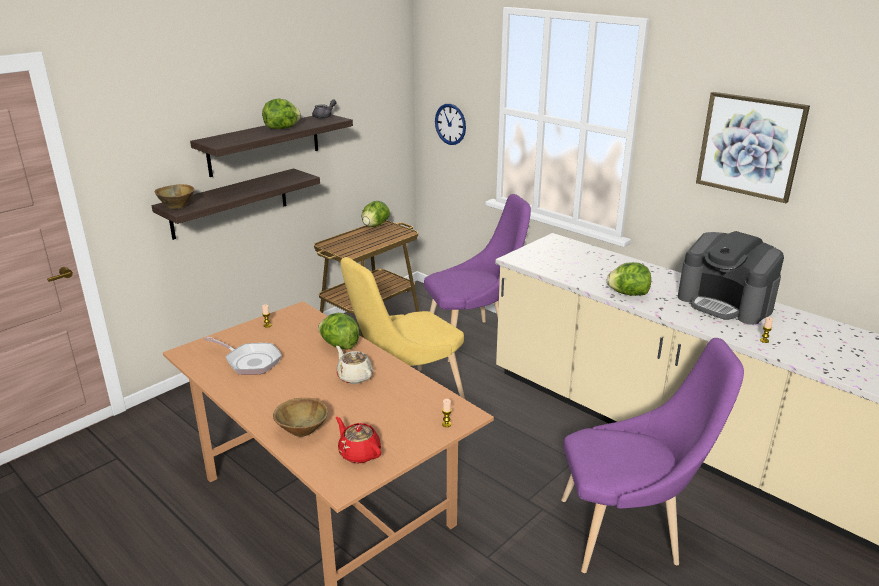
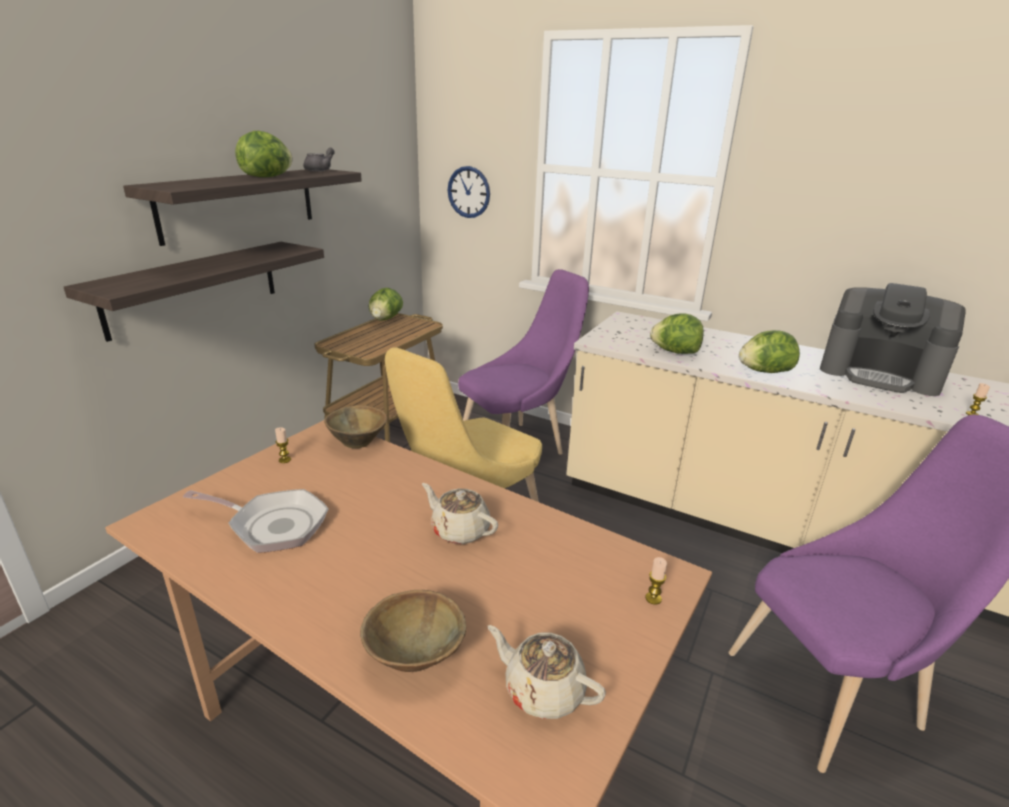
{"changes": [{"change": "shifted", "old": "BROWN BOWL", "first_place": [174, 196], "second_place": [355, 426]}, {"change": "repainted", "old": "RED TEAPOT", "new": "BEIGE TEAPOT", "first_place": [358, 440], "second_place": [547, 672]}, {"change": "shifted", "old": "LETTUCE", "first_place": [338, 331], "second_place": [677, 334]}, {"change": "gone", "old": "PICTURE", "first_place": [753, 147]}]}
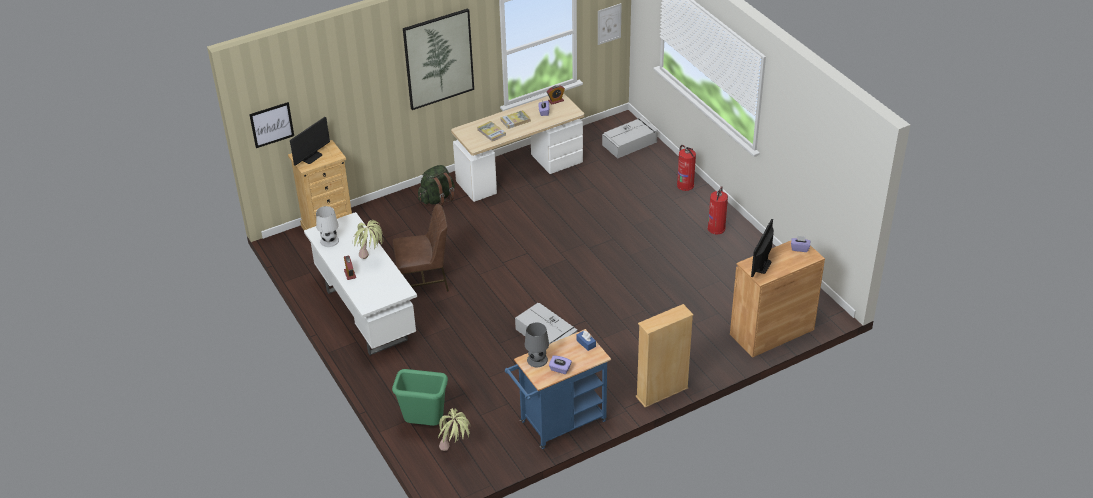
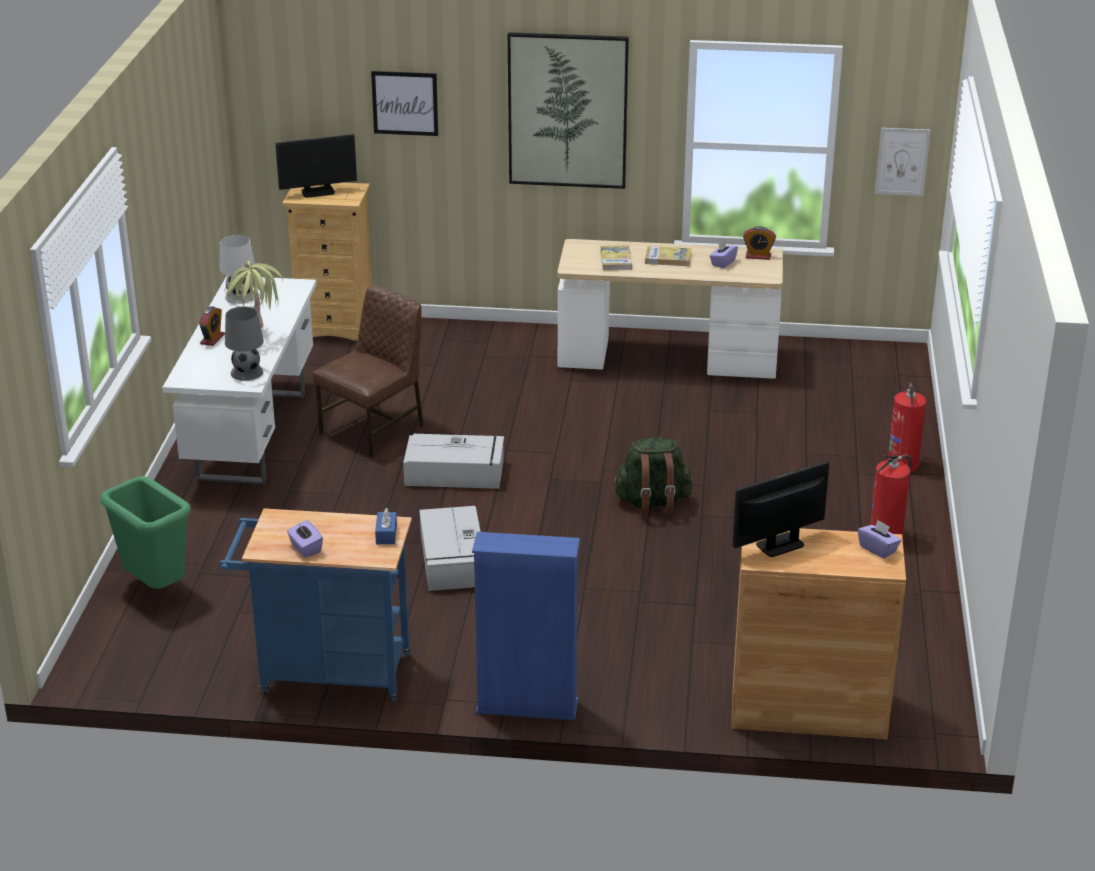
{"changes": [{"change": "shifted", "old": "GREY TABLE LAMP", "first_place": [537, 345], "second_place": [244, 344]}, {"change": "rotated", "old": "BROWN CHAIR", "first_place": [421, 248], "second_place": [368, 371], "degrees": -75}, {"change": "shifted", "old": "PICTURE", "first_place": [271, 125], "second_place": [404, 103]}, {"change": "shifted", "old": "GREY STORAGE BOX", "first_place": [630, 138], "second_place": [453, 461]}, {"change": "repainted", "old": "BEIGE BOOKCASE", "new": "BLUE BOOKCASE", "first_place": [665, 355], "second_place": [526, 626]}, {"change": "shifted", "old": "GREEN BACKPACK", "first_place": [436, 185], "second_place": [652, 476]}, {"change": "gone", "old": "POTTED PLANT", "first_place": [454, 429]}]}
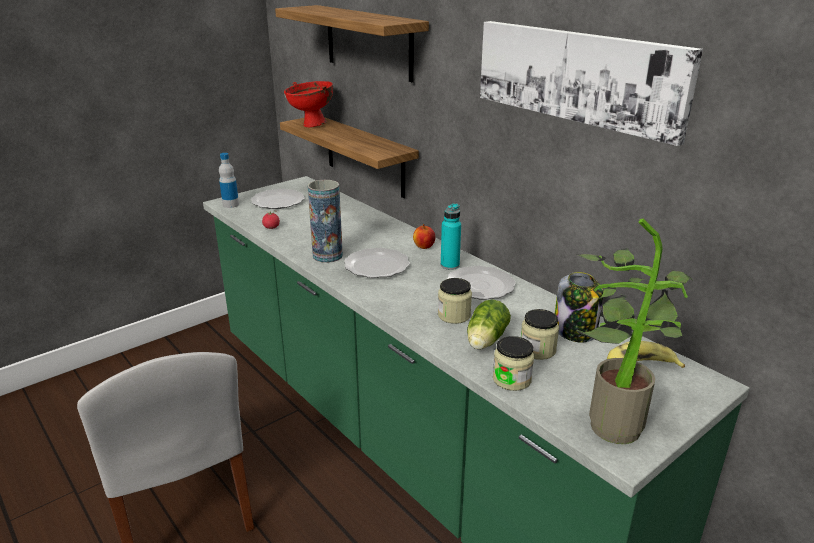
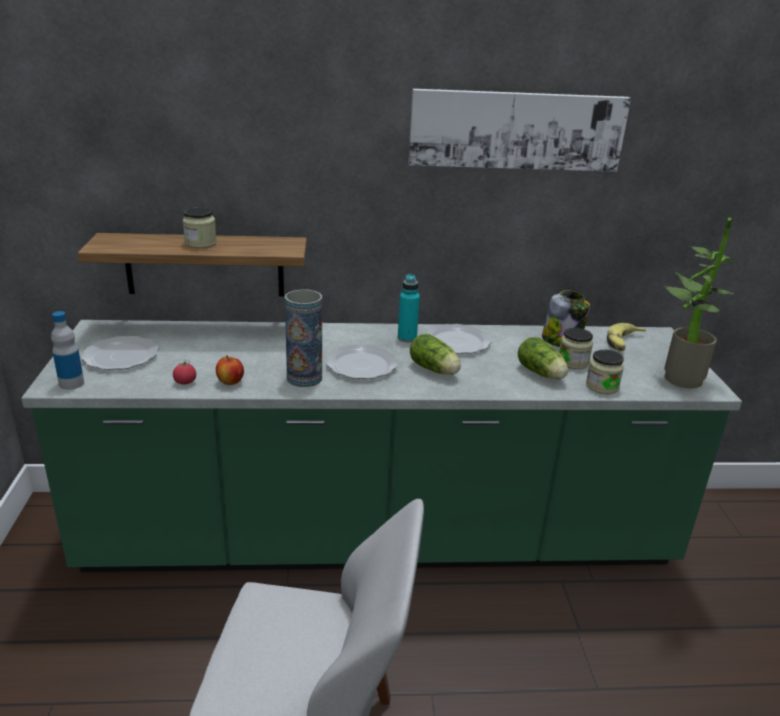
{"changes": [{"change": "shifted", "old": "JAR", "first_place": [455, 301], "second_place": [200, 227]}, {"change": "shifted", "old": "APPLE", "first_place": [424, 236], "second_place": [230, 370]}, {"change": "new", "new": "LETTUCE", "second_place": [435, 354]}, {"change": "gone", "old": "SHELF", "first_place": [352, 43]}, {"change": "gone", "old": "RED BOWL", "first_place": [308, 104]}]}
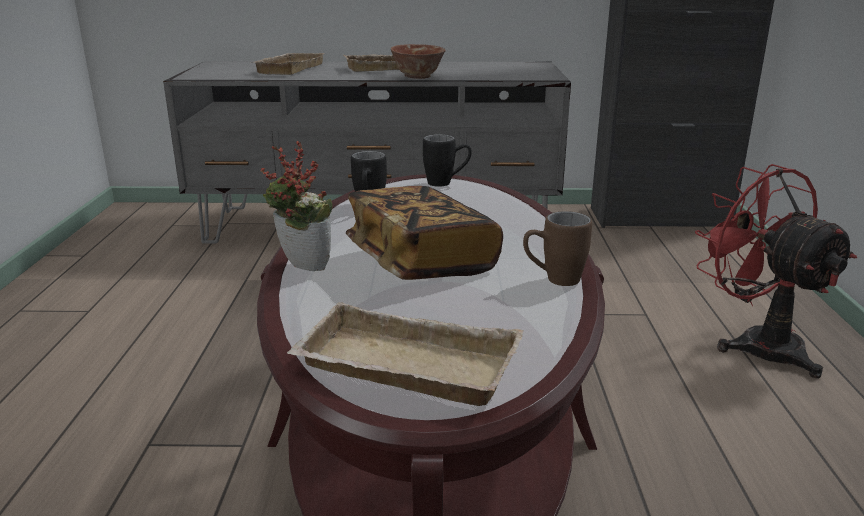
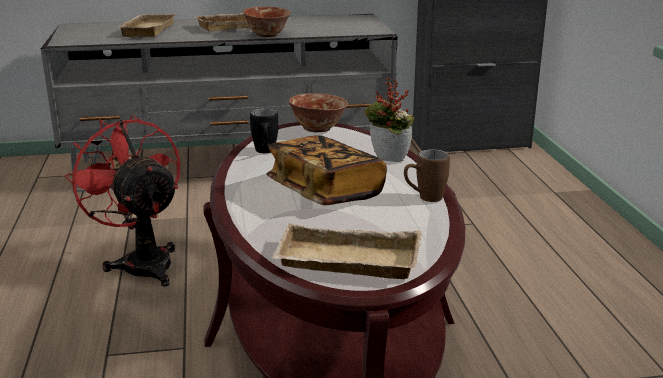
{"changes": [{"change": "shifted", "old": "RED FAN", "first_place": [776, 271], "second_place": [122, 201]}, {"change": "swapped", "old": "BLACK MUG", "new": "BOWL", "first_place": [447, 160], "second_place": [318, 112]}, {"change": "shifted", "old": "POTTED PLANT", "first_place": [296, 206], "second_place": [389, 120]}]}
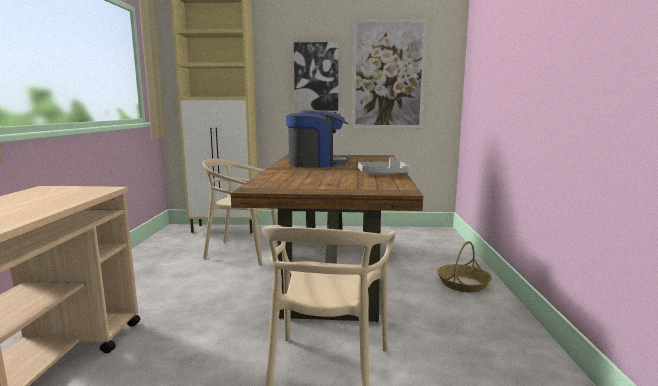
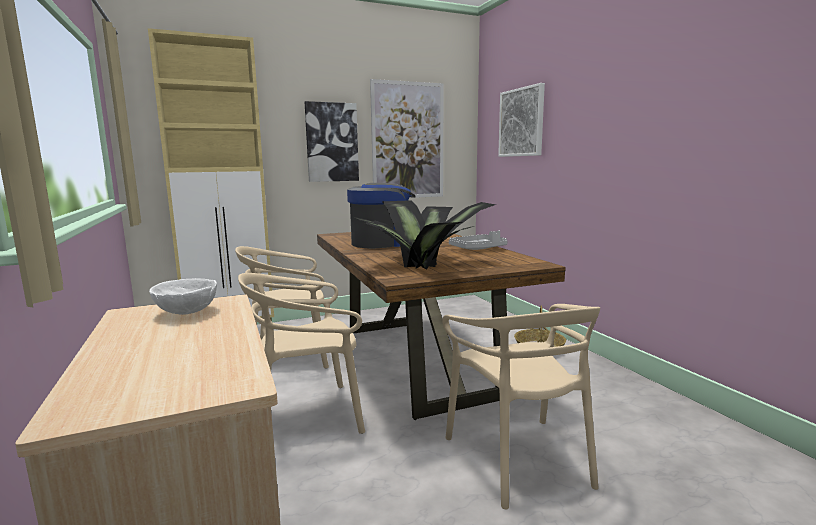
{"changes": [{"change": "new", "new": "WHITE BOWL", "second_place": [183, 296]}, {"change": "new", "new": "BEIGE CHAIR", "second_place": [301, 353]}, {"change": "new", "new": "POTTED PLANT", "second_place": [425, 234]}, {"change": "new", "new": "PICTURE", "second_place": [521, 120]}]}
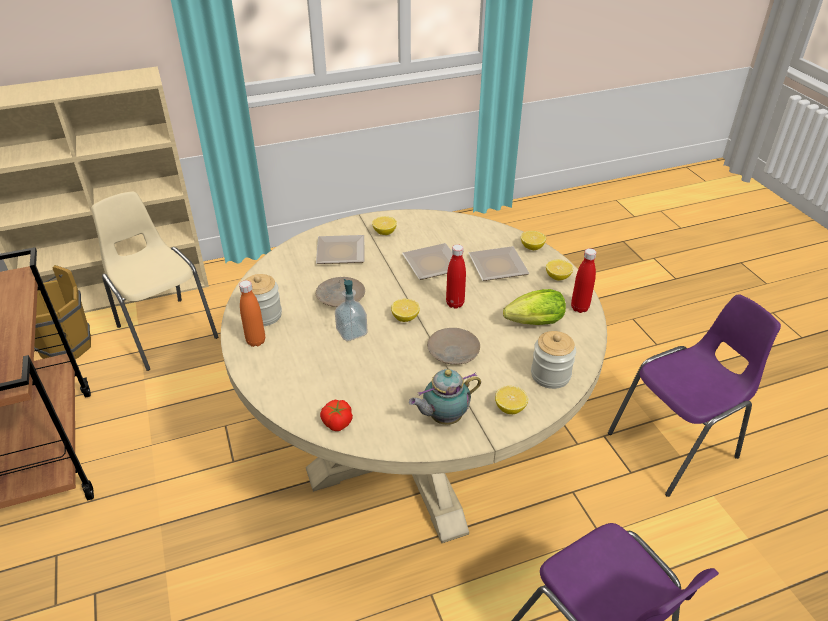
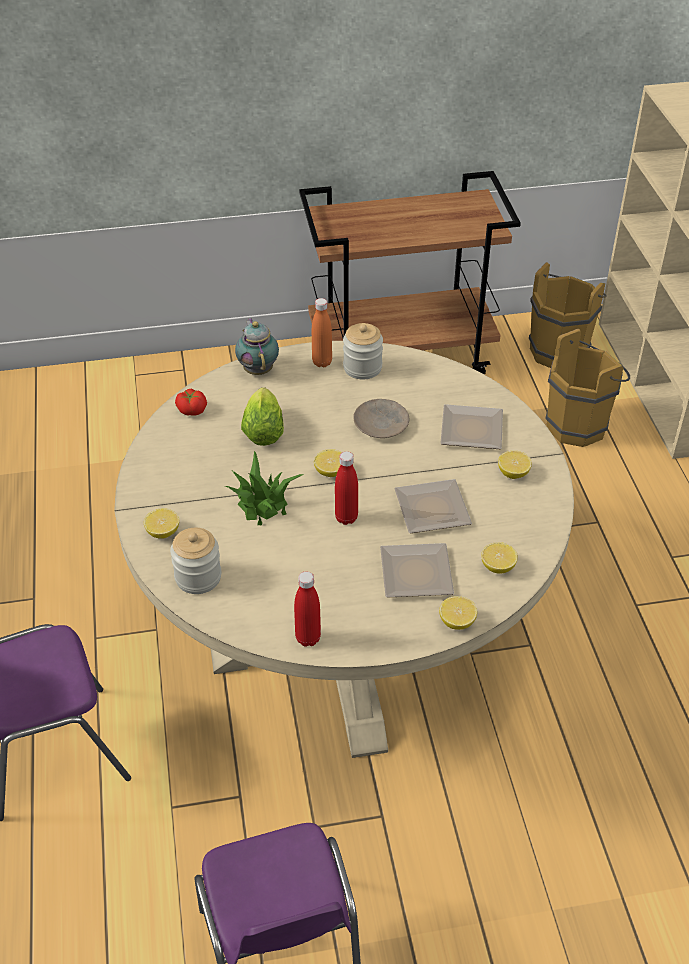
{"changes": [{"change": "swapped", "old": "BEIGE PLATE", "new": "POTTED PLANT", "first_place": [453, 346], "second_place": [264, 488]}, {"change": "shifted", "old": "TEAPOT", "first_place": [445, 397], "second_place": [257, 346]}, {"change": "shifted", "old": "LETTUCE", "first_place": [534, 307], "second_place": [262, 416]}, {"change": "shifted", "old": "LEMON", "first_place": [559, 270], "second_place": [499, 557]}, {"change": "swapped", "old": "BEIGE CHAIR", "new": "BROWN BUCKET", "first_place": [154, 281], "second_place": [587, 388]}, {"change": "gone", "old": "SOAP DISPENSER", "first_place": [351, 310]}]}
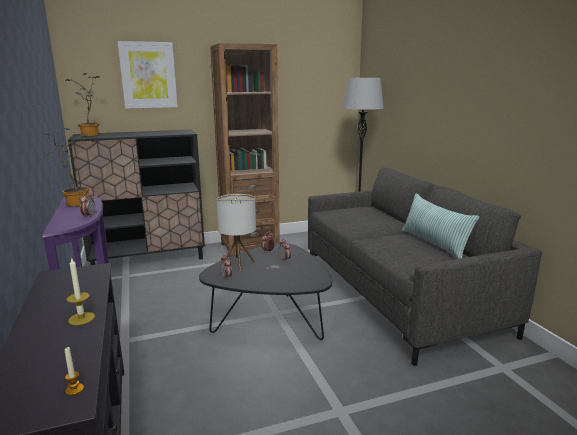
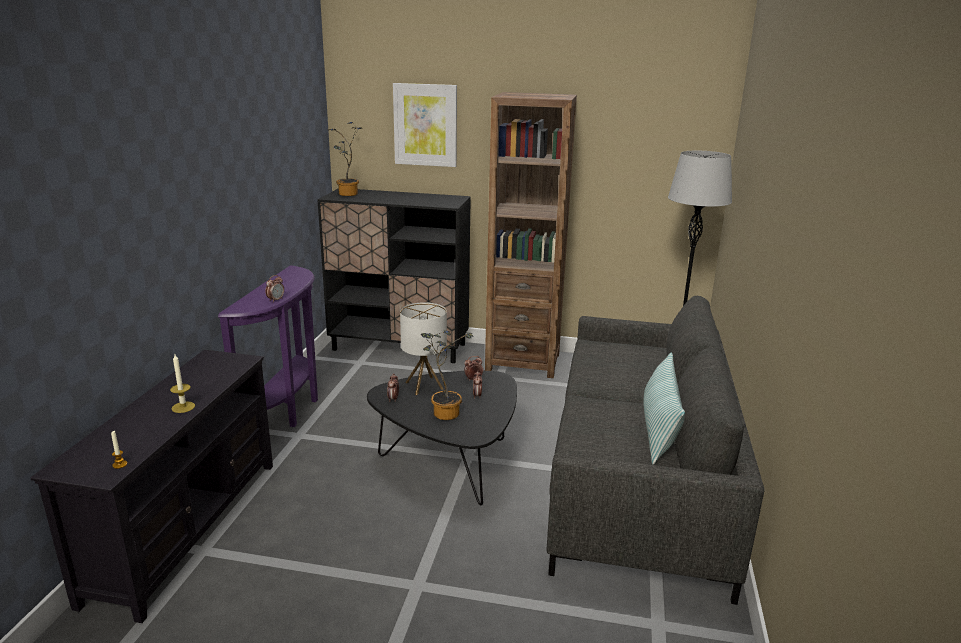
{"changes": [{"change": "shifted", "old": "POTTED PLANT", "first_place": [66, 167], "second_place": [447, 375]}]}
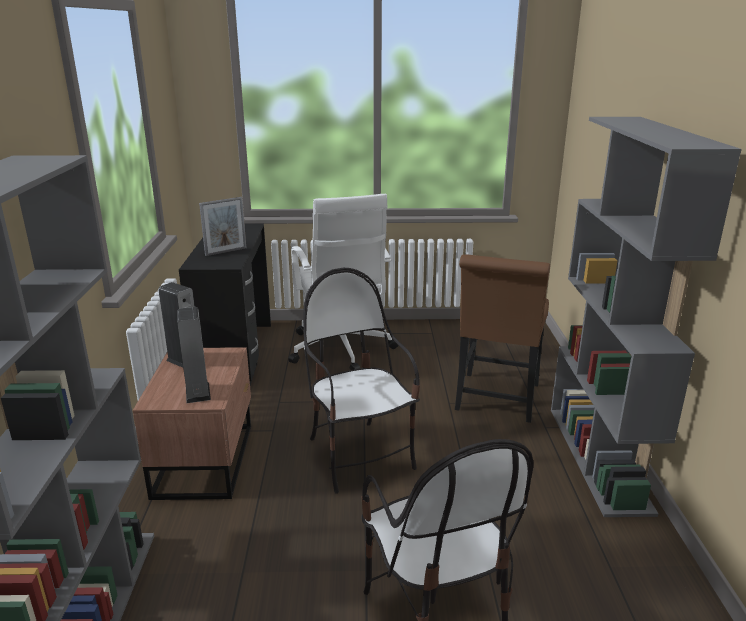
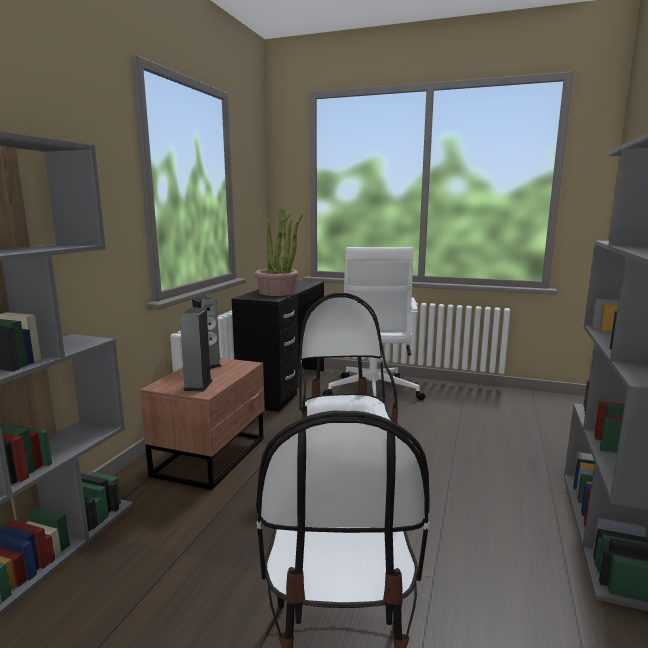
{"changes": [{"change": "swapped", "old": "PICTURE FRAME", "new": "POTTED PLANT", "first_place": [223, 226], "second_place": [279, 252]}, {"change": "gone", "old": "BROWN CHAIR", "first_place": [502, 338]}]}
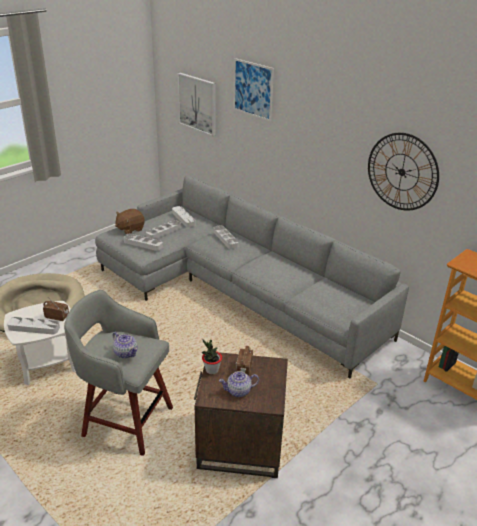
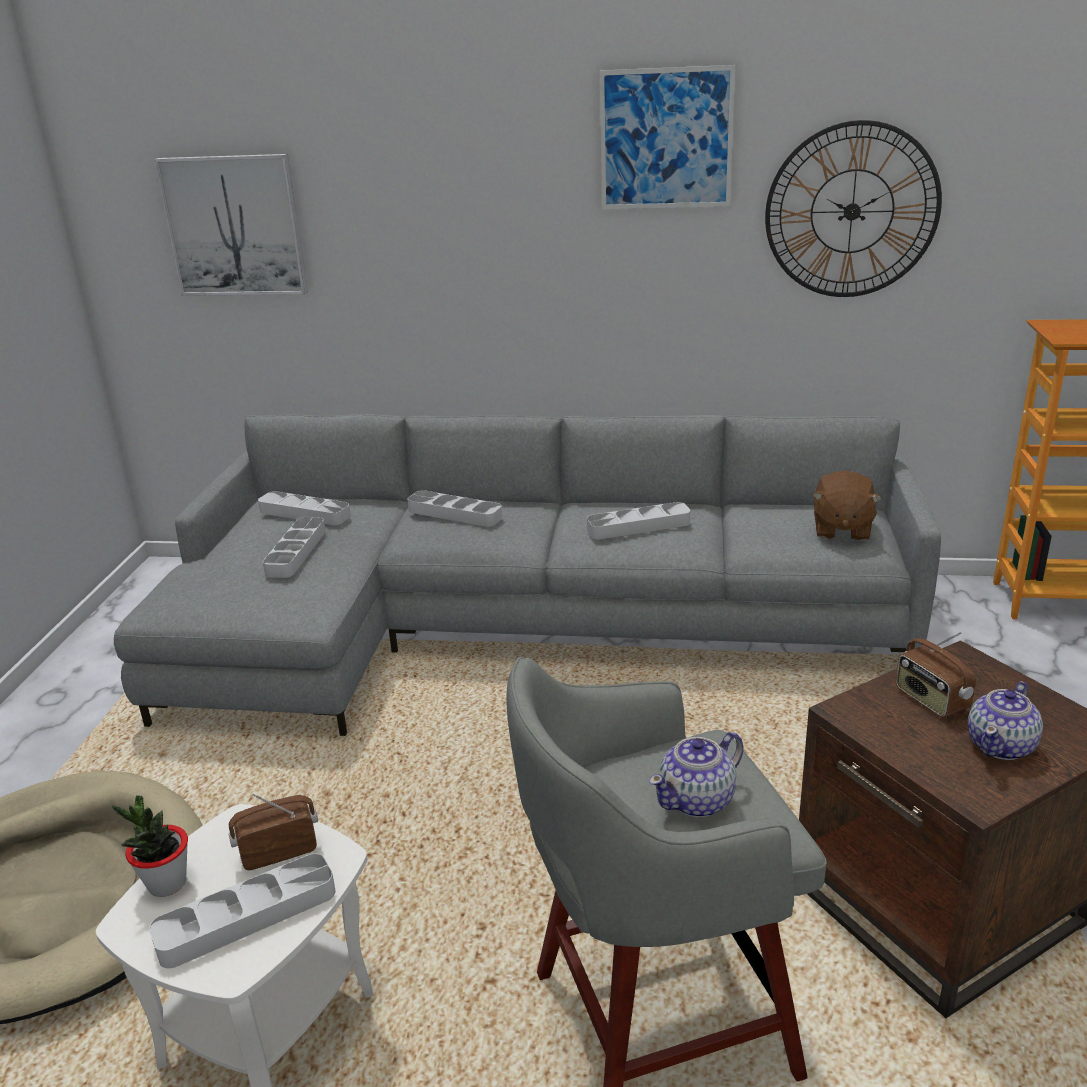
{"changes": [{"change": "shifted", "old": "POTTED PLANT", "first_place": [212, 356], "second_place": [150, 846]}, {"change": "shifted", "old": "GREY TRAY", "first_place": [143, 242], "second_place": [638, 520]}, {"change": "shifted", "old": "PICTURE", "first_place": [253, 89], "second_place": [667, 137]}, {"change": "rotated", "old": "TEAPOT", "first_place": [125, 345], "second_place": [696, 774], "degrees": 135}, {"change": "shifted", "old": "BROWN PLUSH TOY", "first_place": [130, 222], "second_place": [847, 506]}]}
